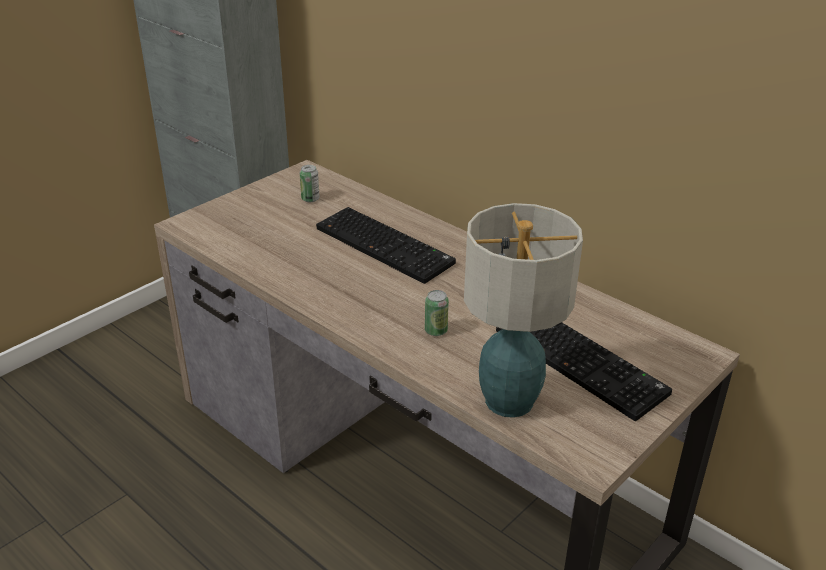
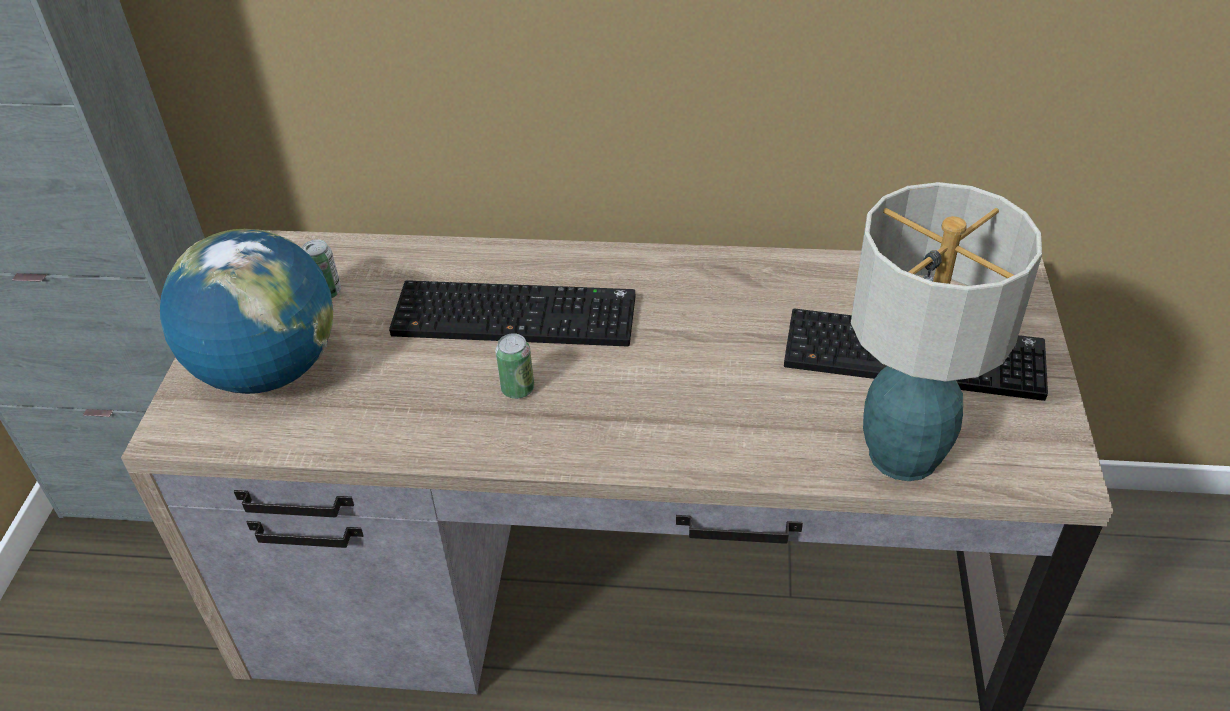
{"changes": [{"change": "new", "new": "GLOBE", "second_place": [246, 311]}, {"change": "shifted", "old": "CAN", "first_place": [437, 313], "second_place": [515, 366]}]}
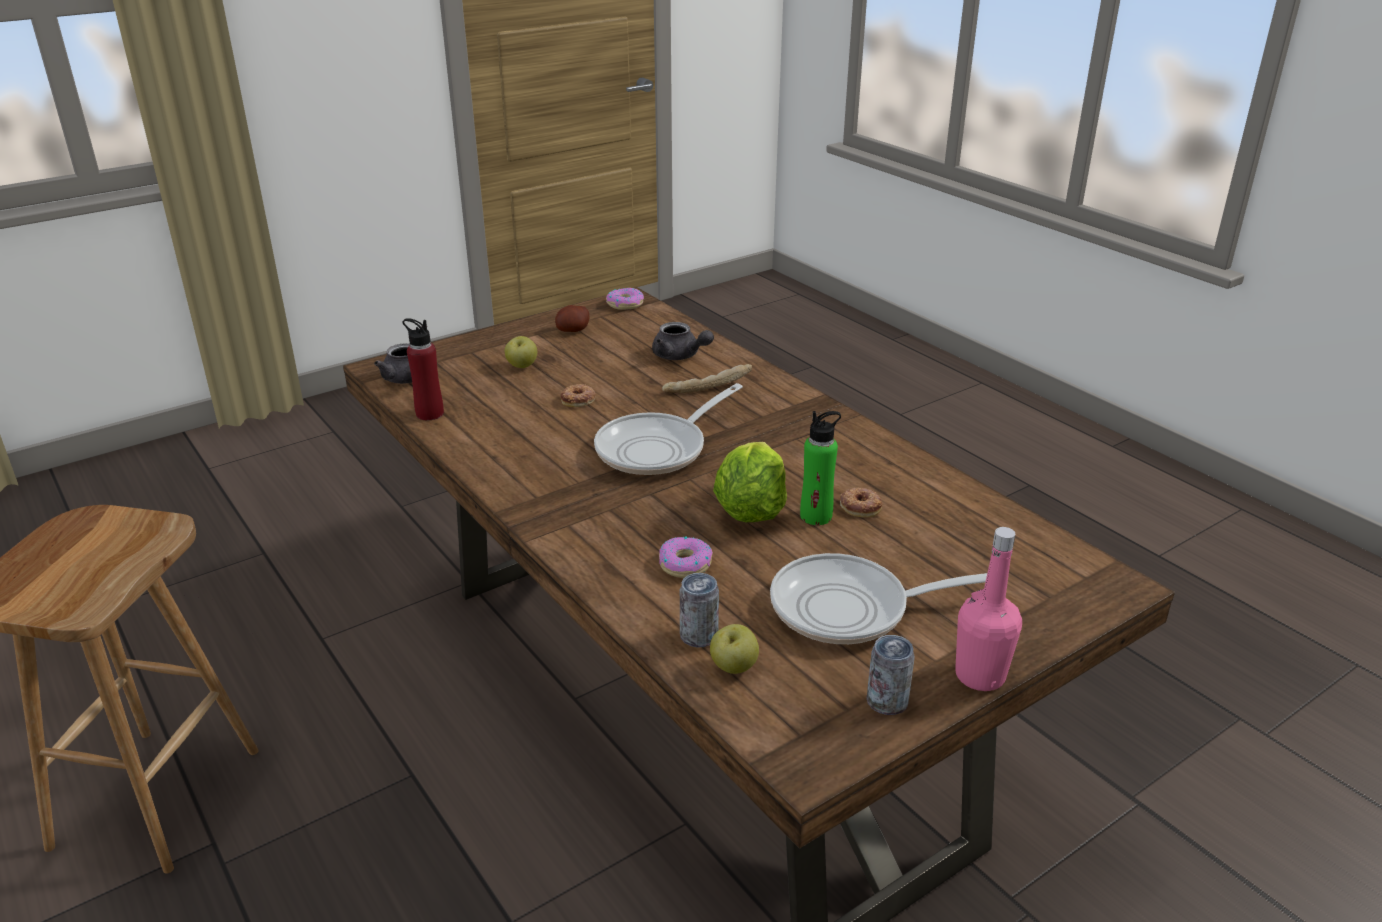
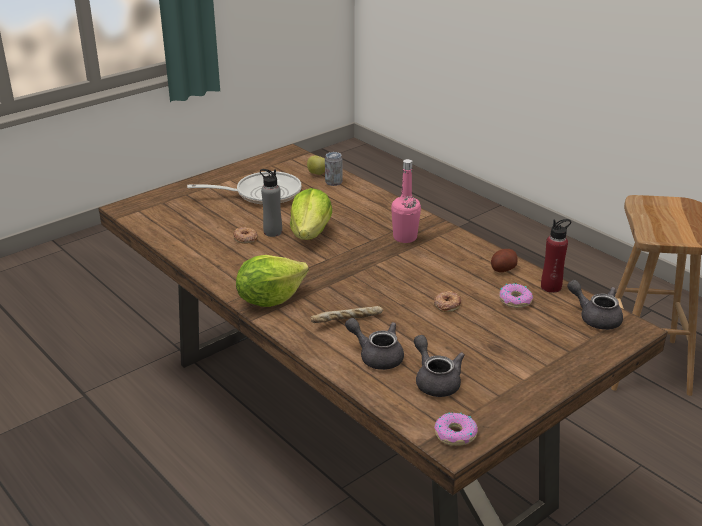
{"changes": [{"change": "new", "new": "LETTUCE", "second_place": [272, 281]}, {"change": "repainted", "old": "GREEN BOTTLE", "new": "GREY BOTTLE", "first_place": [820, 468], "second_place": [271, 203]}, {"change": "shifted", "old": "PINK BOTTLE", "first_place": [988, 609], "second_place": [406, 201]}, {"change": "new", "new": "GREY TEAPOT", "second_place": [439, 366]}, {"change": "shifted", "old": "POTATO", "first_place": [572, 318], "second_place": [504, 260]}, {"change": "shifted", "old": "DONUT", "first_place": [686, 557], "second_place": [516, 295]}, {"change": "gone", "old": "APPLE", "first_place": [520, 352]}, {"change": "gone", "old": "FRYING PAN", "first_place": [668, 429]}, {"change": "gone", "old": "CAN", "first_place": [891, 675]}]}
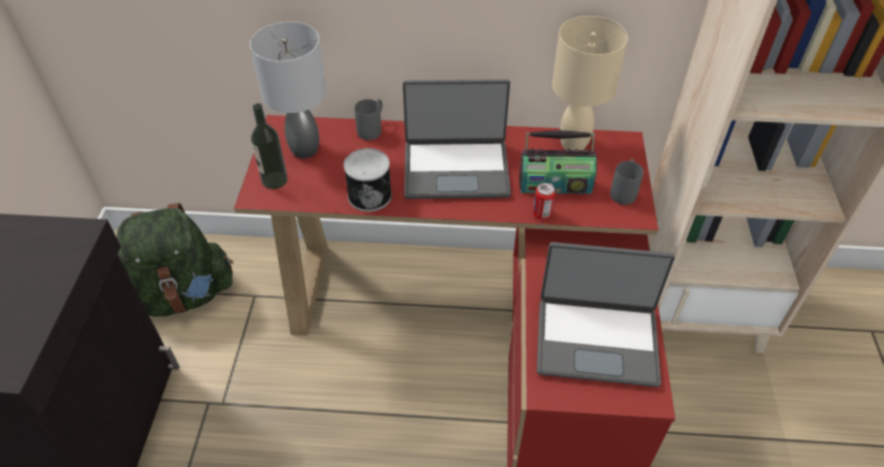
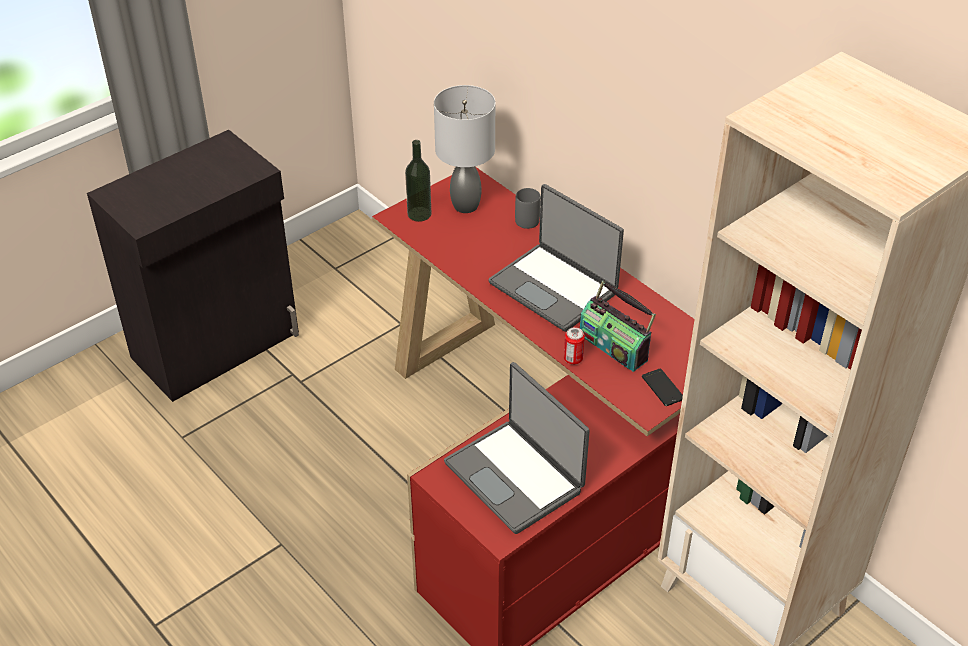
{"changes": [{"change": "swapped", "old": "GREY MUG", "new": "PHONE", "first_place": [626, 182], "second_place": [662, 387]}, {"change": "gone", "old": "GREEN BACKPACK", "first_place": [175, 260]}, {"change": "gone", "old": "CAN", "first_place": [368, 180]}, {"change": "gone", "old": "BEIGE TABLE LAMP", "first_place": [590, 83]}]}
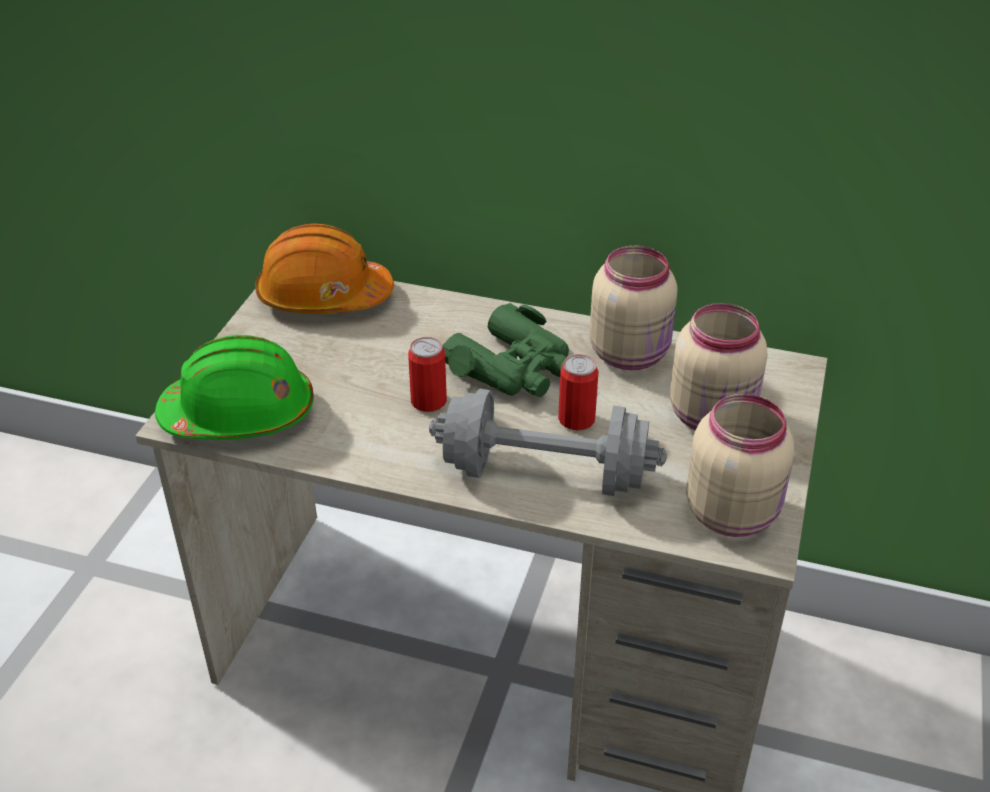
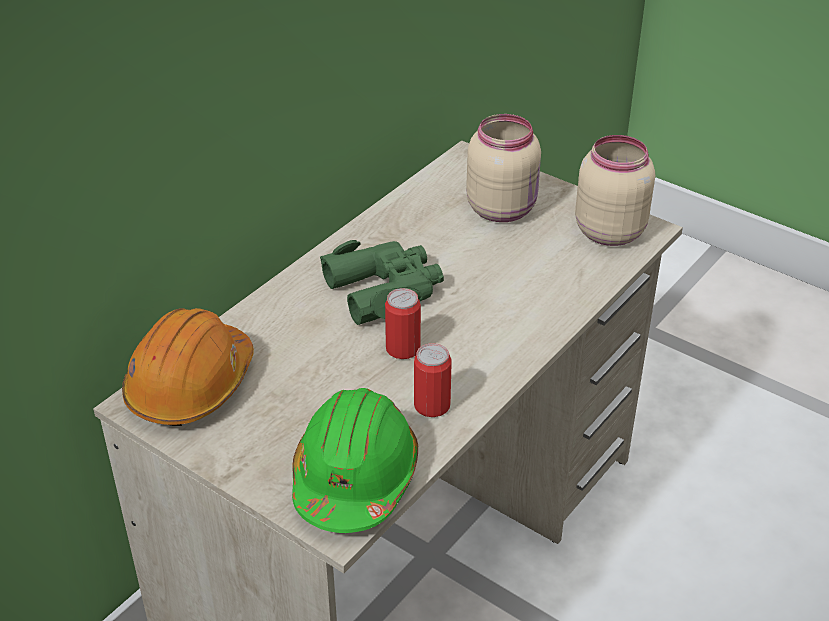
{"changes": [{"change": "shifted", "old": "CAN", "first_place": [578, 392], "second_place": [433, 380]}, {"change": "gone", "old": "GREY DUMBBELL", "first_place": [548, 442]}, {"change": "gone", "old": "BEIGE JAR", "first_place": [633, 308]}]}
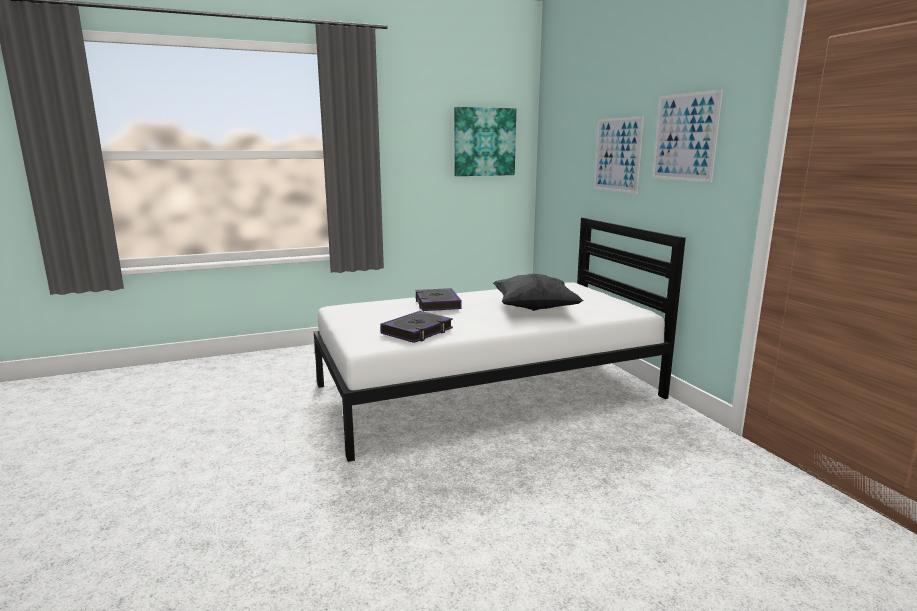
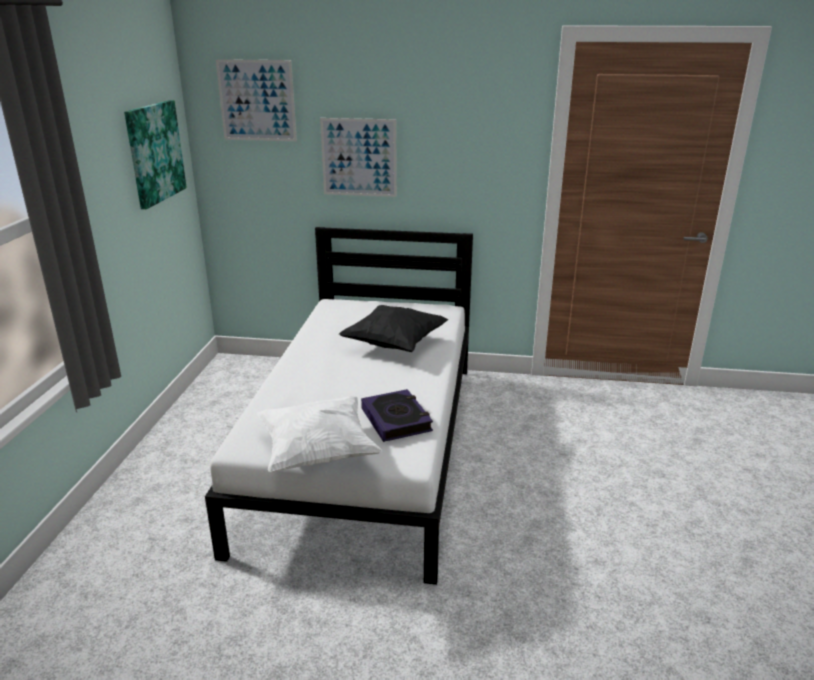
{"changes": [{"change": "shifted", "old": "PICTURE", "first_place": [687, 135], "second_place": [256, 100]}, {"change": "new", "new": "WHITE PILLOW", "second_place": [319, 434]}, {"change": "gone", "old": "BOOK", "first_place": [438, 299]}]}
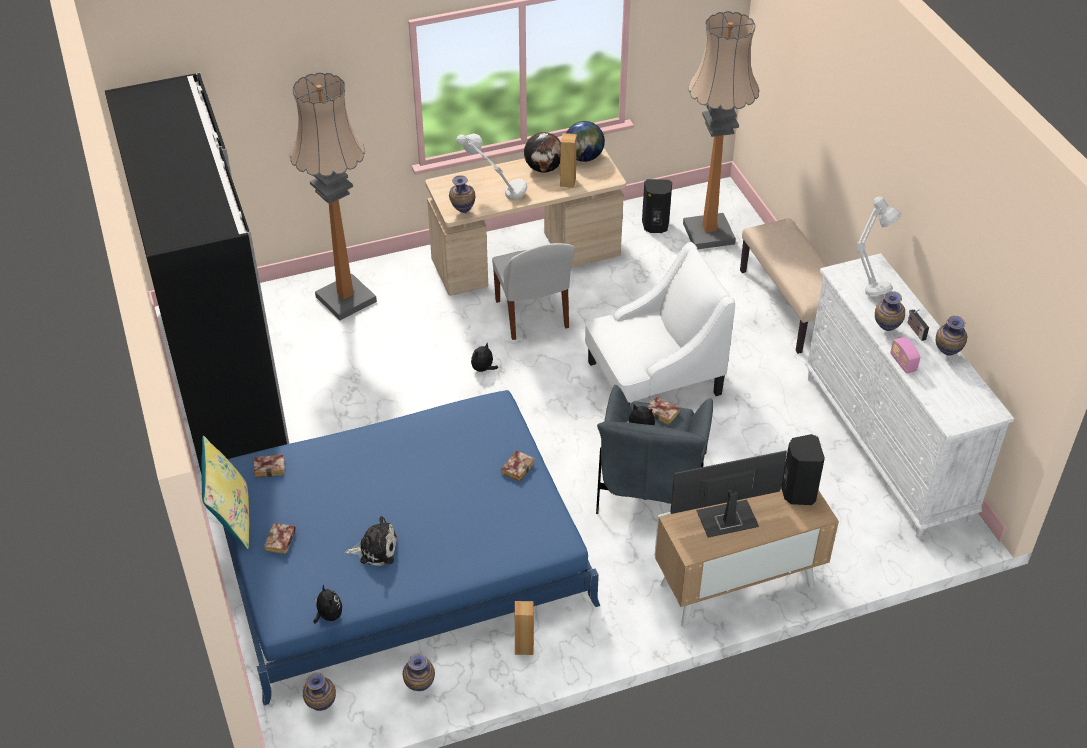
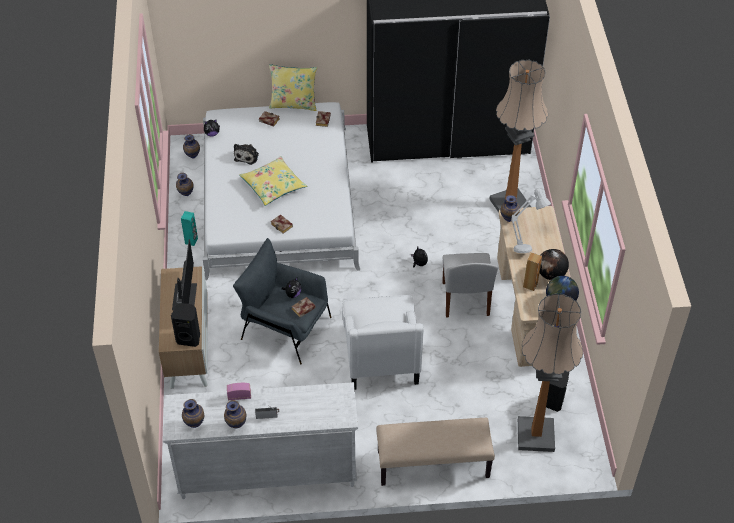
{"changes": [{"change": "repainted", "old": "BROWN SPEAKER", "new": "TURQUOISE SPEAKER", "first_place": [524, 628], "second_place": [189, 228]}, {"change": "shifted", "old": "VASE", "first_place": [890, 311], "second_place": [193, 413]}, {"change": "repainted", "old": "BLUE BED", "new": "WHITE BED", "first_place": [411, 547], "second_place": [281, 191]}, {"change": "new", "new": "YELLOW PILLOW", "second_place": [273, 181]}, {"change": "rotated", "old": "WHITE CHAIR", "first_place": [533, 291], "second_place": [470, 285], "degrees": -90}, {"change": "gone", "old": "GREY TABLE LAMP", "first_place": [879, 245]}]}
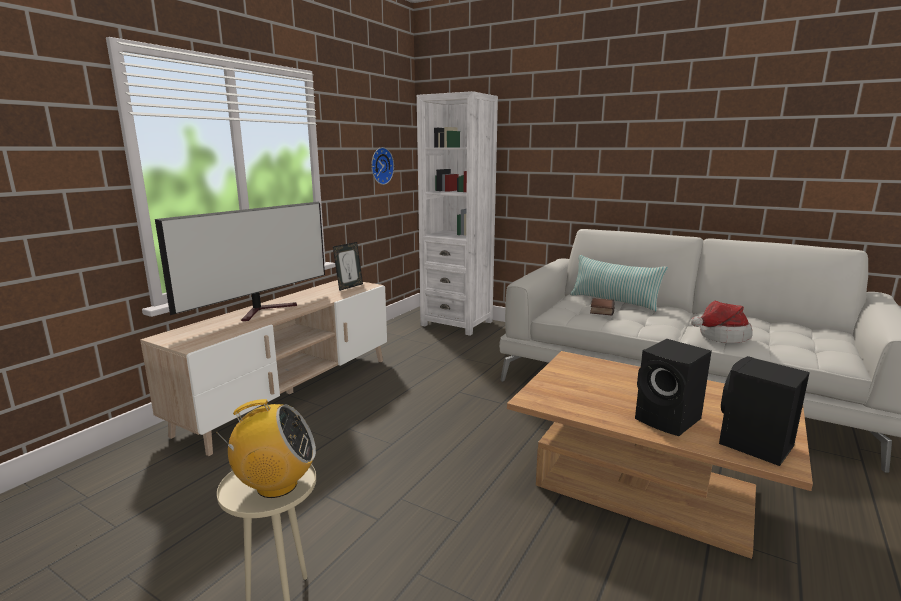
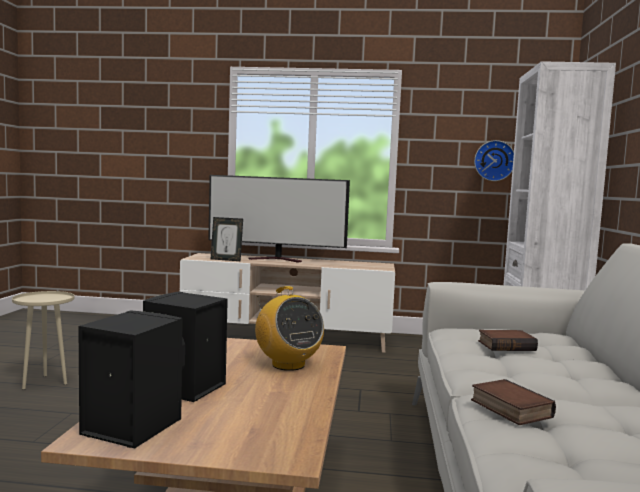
{"changes": [{"change": "shifted", "old": "PICTURE FRAME", "first_place": [348, 266], "second_place": [227, 239]}, {"change": "shifted", "old": "RADIO", "first_place": [266, 448], "second_place": [289, 328]}, {"change": "swapped", "old": "HAT", "new": "BOOK", "first_place": [722, 322], "second_place": [513, 402]}, {"change": "gone", "old": "PILLOW", "first_place": [619, 283]}]}
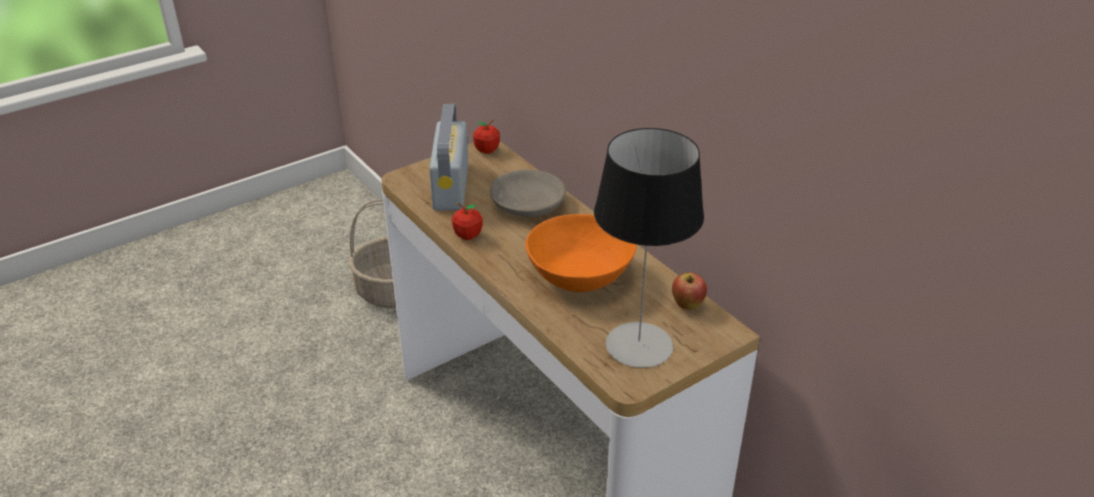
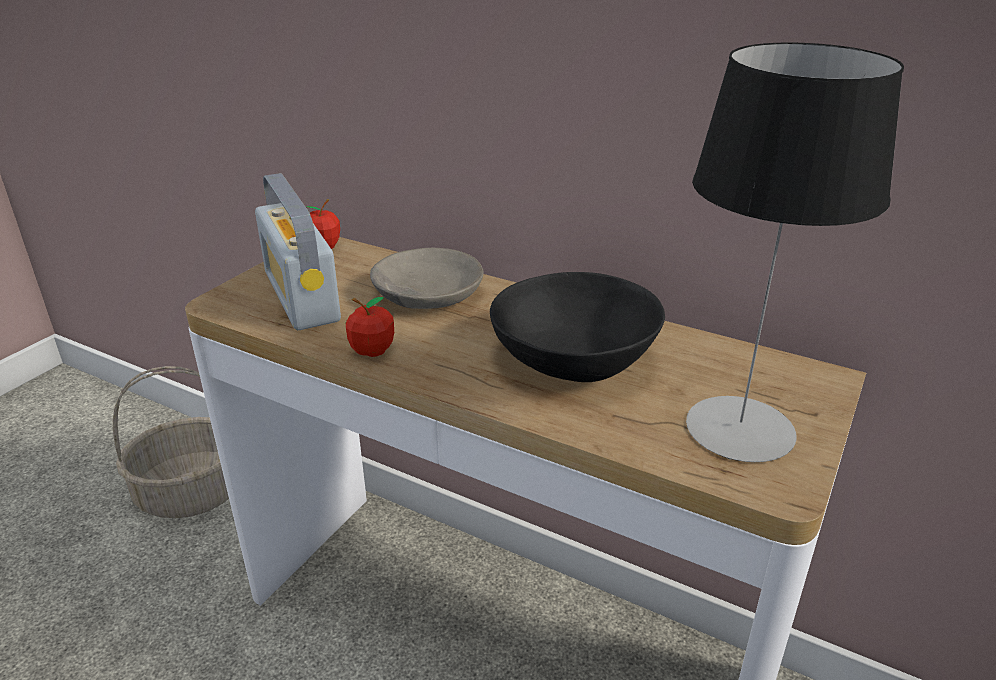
{"changes": [{"change": "repainted", "old": "ORANGE BOWL", "new": "BLACK BOWL", "first_place": [580, 253], "second_place": [577, 327]}, {"change": "gone", "old": "APPLE", "first_place": [689, 291]}]}
